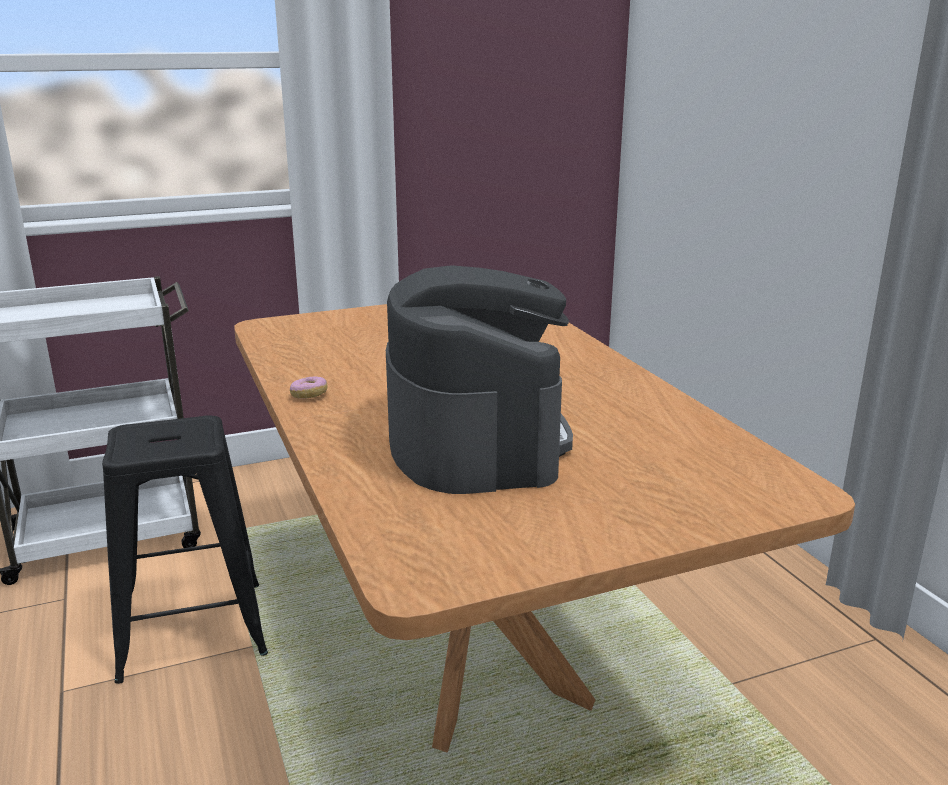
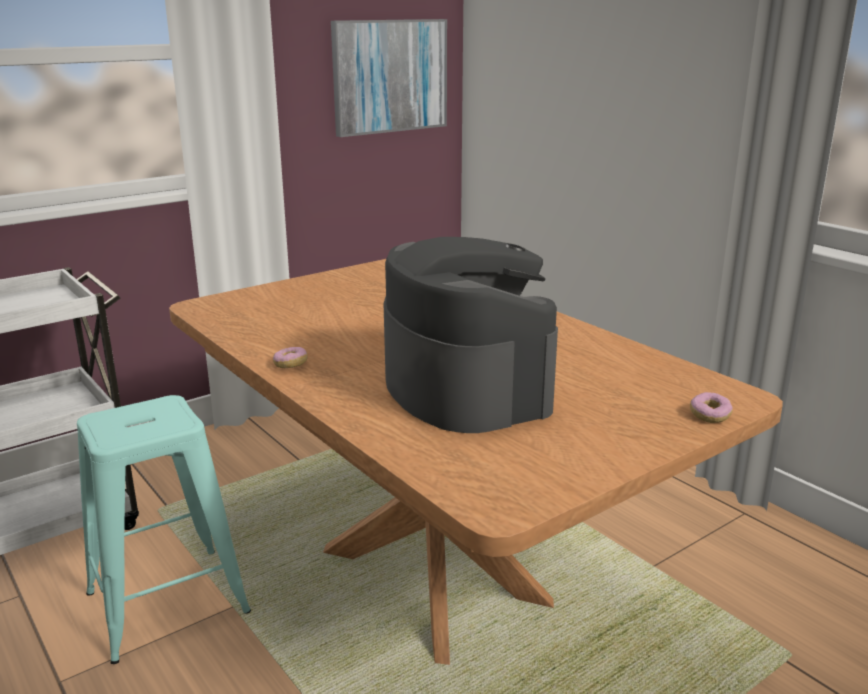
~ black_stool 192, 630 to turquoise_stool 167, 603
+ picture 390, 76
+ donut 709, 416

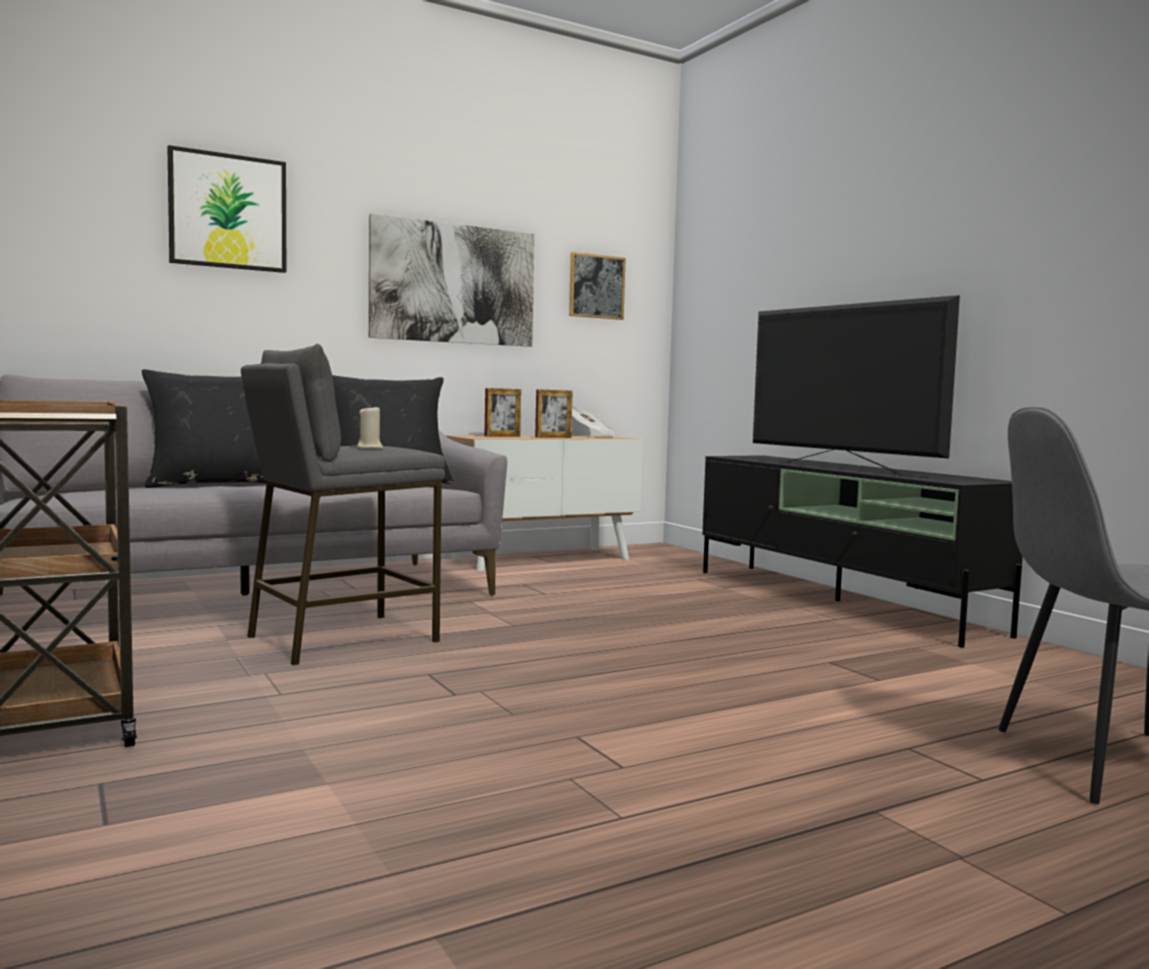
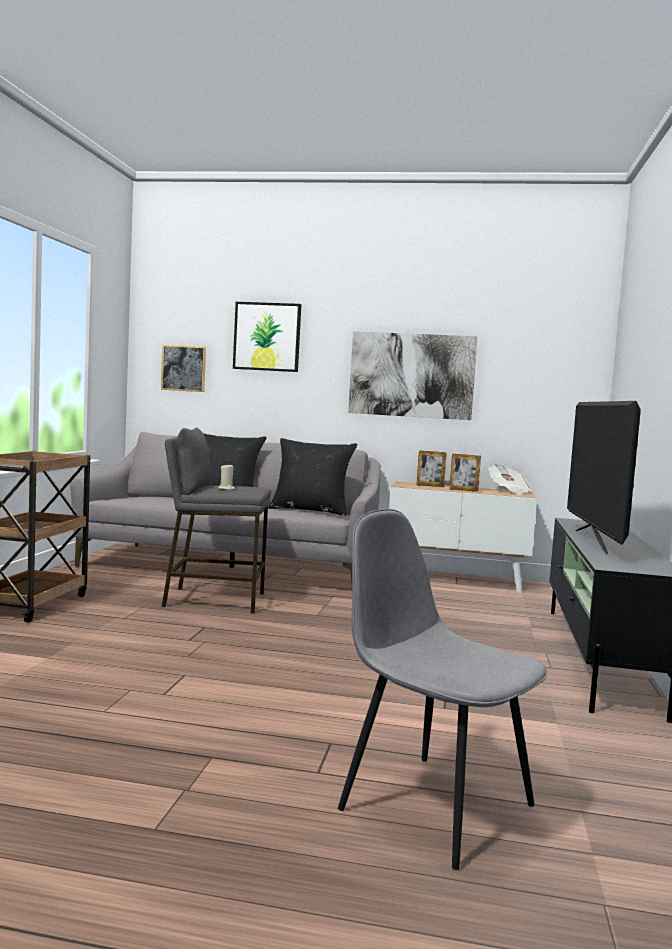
~ picture 596, 286 to 184, 368

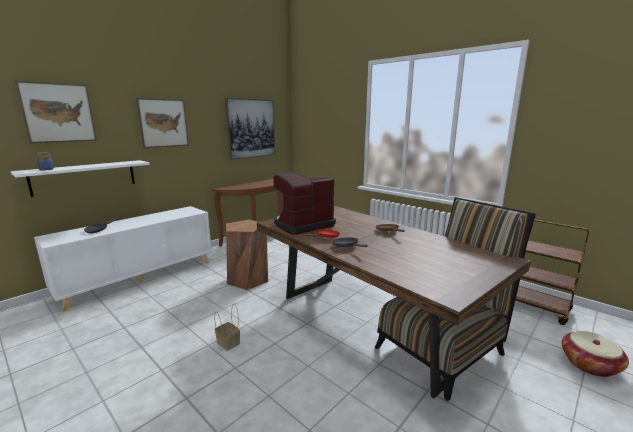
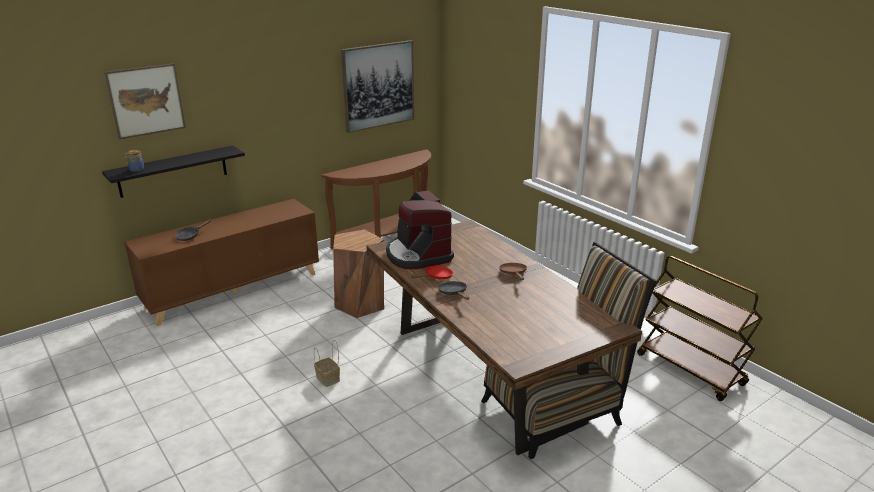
- picture 163, 123
~ white_shelf 85, 177 to black_shelf 173, 171
~ coffee_machine 302, 225 = 418, 254 90 degrees counterclockwise
~ white_cabinet 140, 278 to brown_cabinet 234, 290
- basket 589, 364

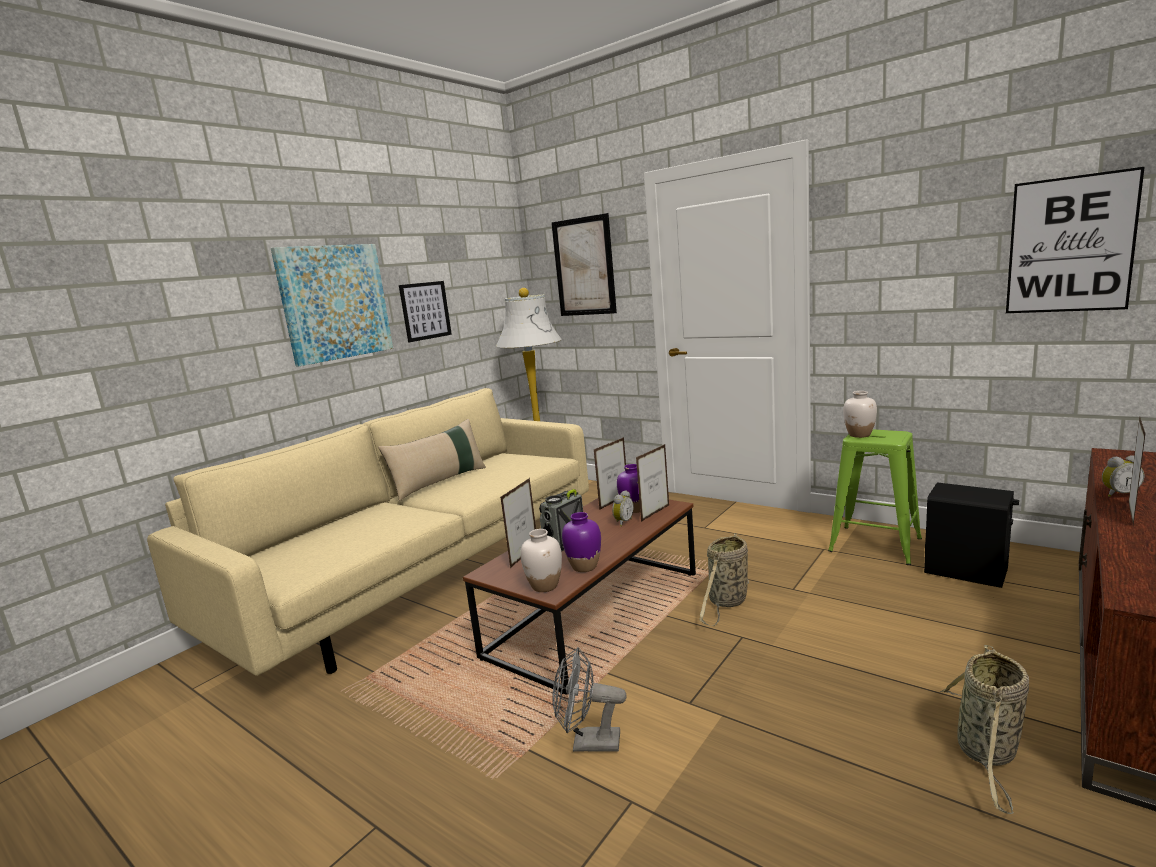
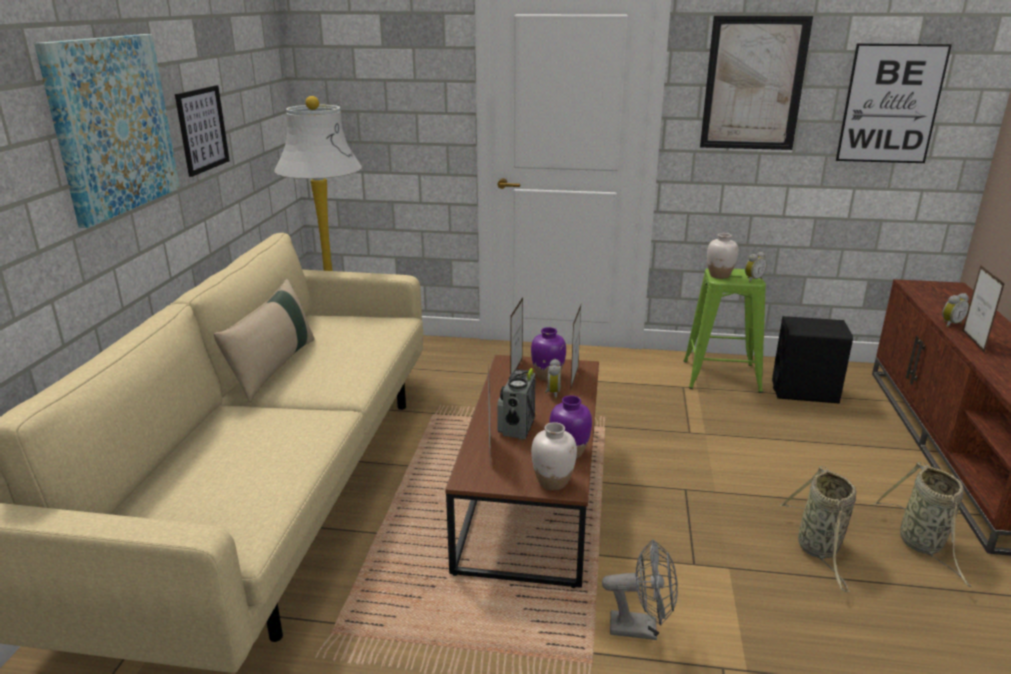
~ picture 584, 267 to 753, 84
~ basket 727, 602 to 819, 549
~ grey_fan 588, 743 = 641, 628 150 degrees counterclockwise
+ alarm_clock 752, 279

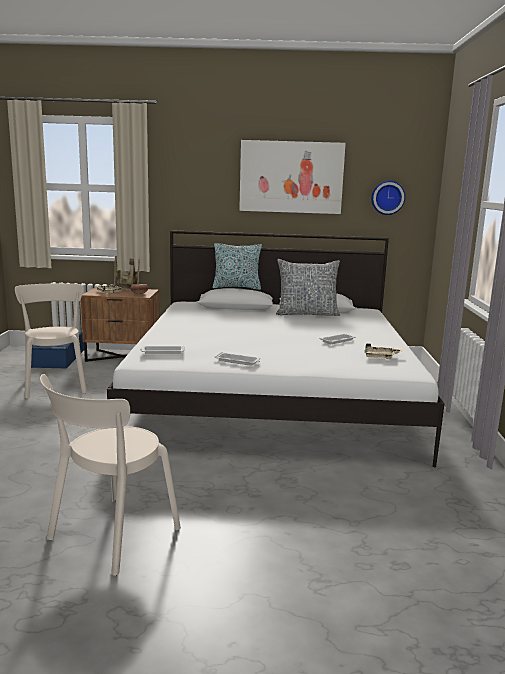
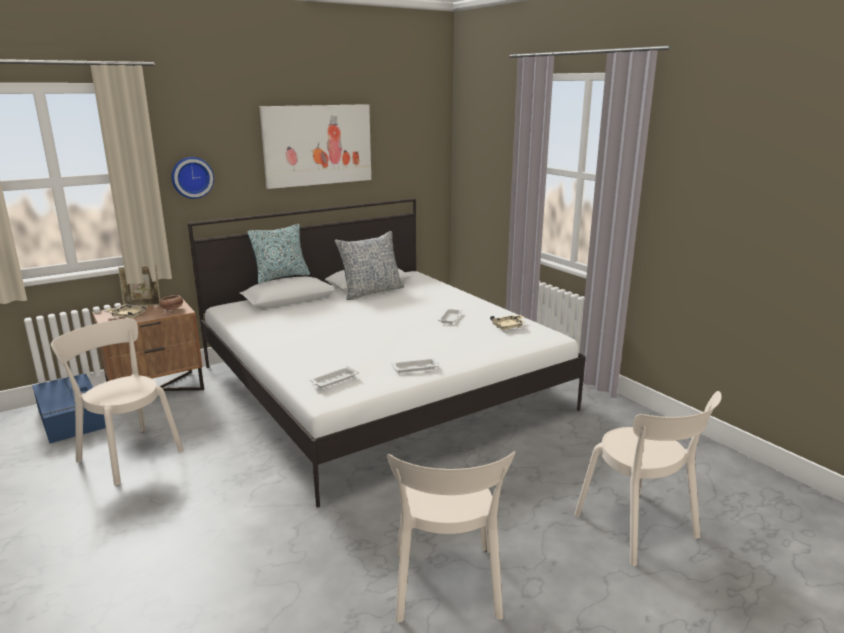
~ wall_clock 387, 197 to 192, 177
+ beige_chair 639, 529

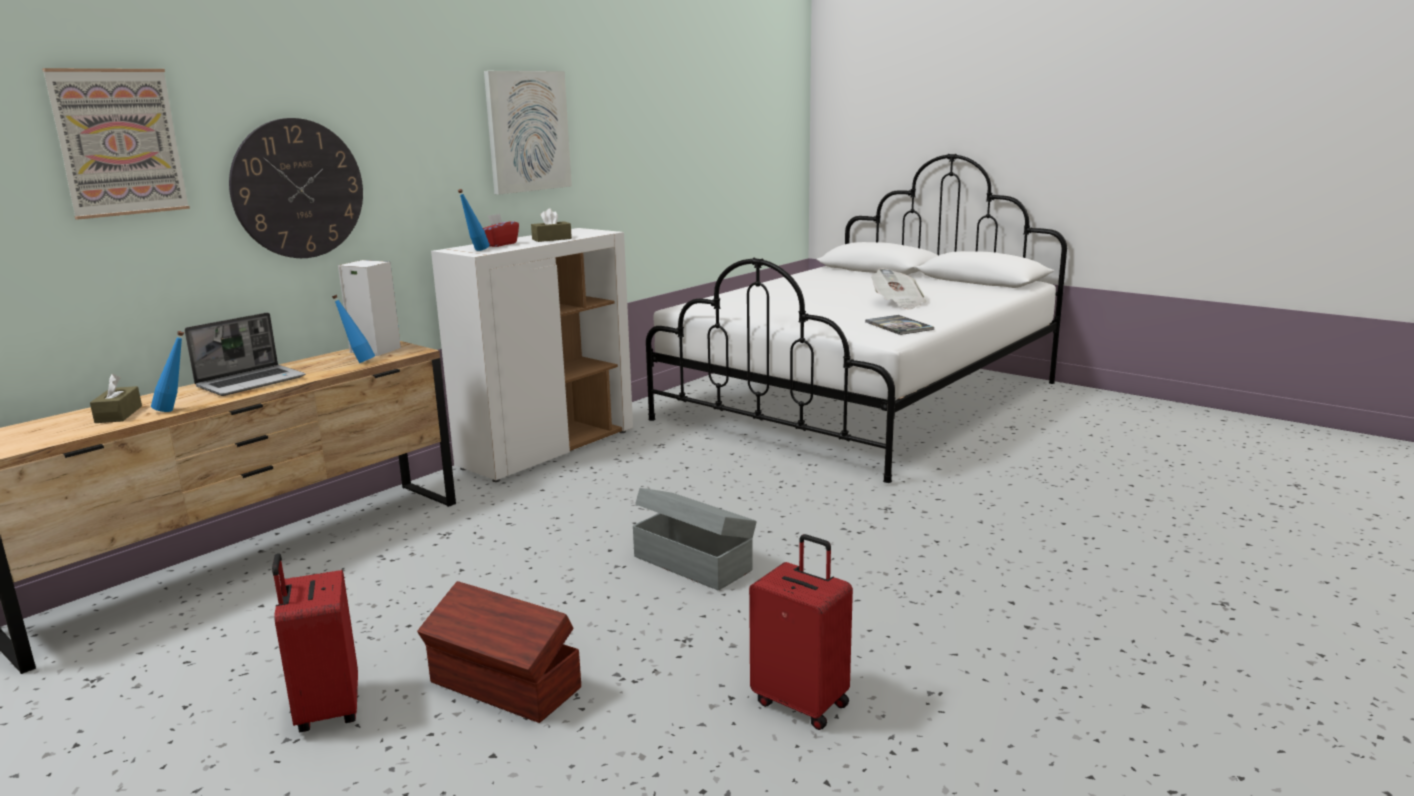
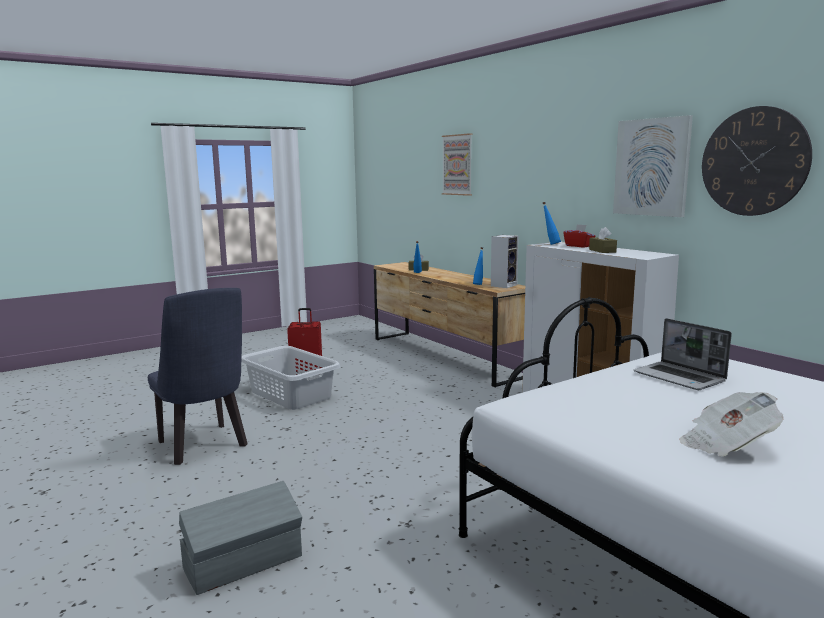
~ wall_clock 298, 189 to 754, 161
~ laptop 252, 382 to 680, 377
- book 899, 326
~ grey_storage_box 692, 562 to 245, 563
~ red_suitcase 802, 702 to blue_chair 205, 446
~ brown_storage_box 504, 686 to grey_laundry_basket 290, 395

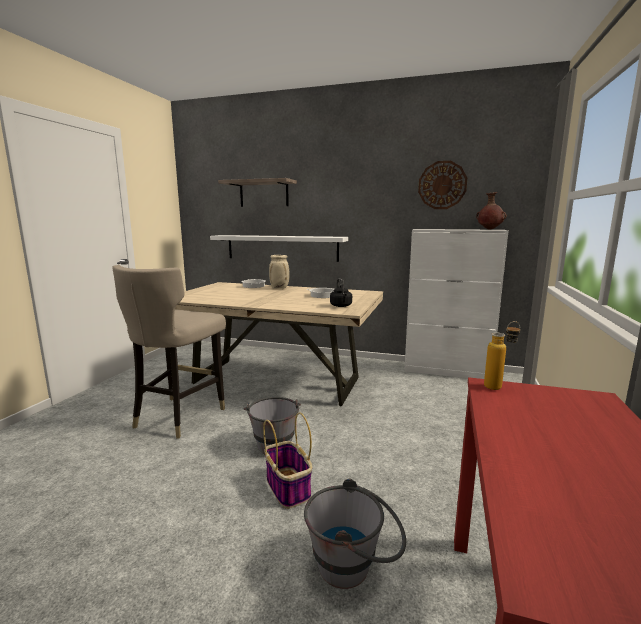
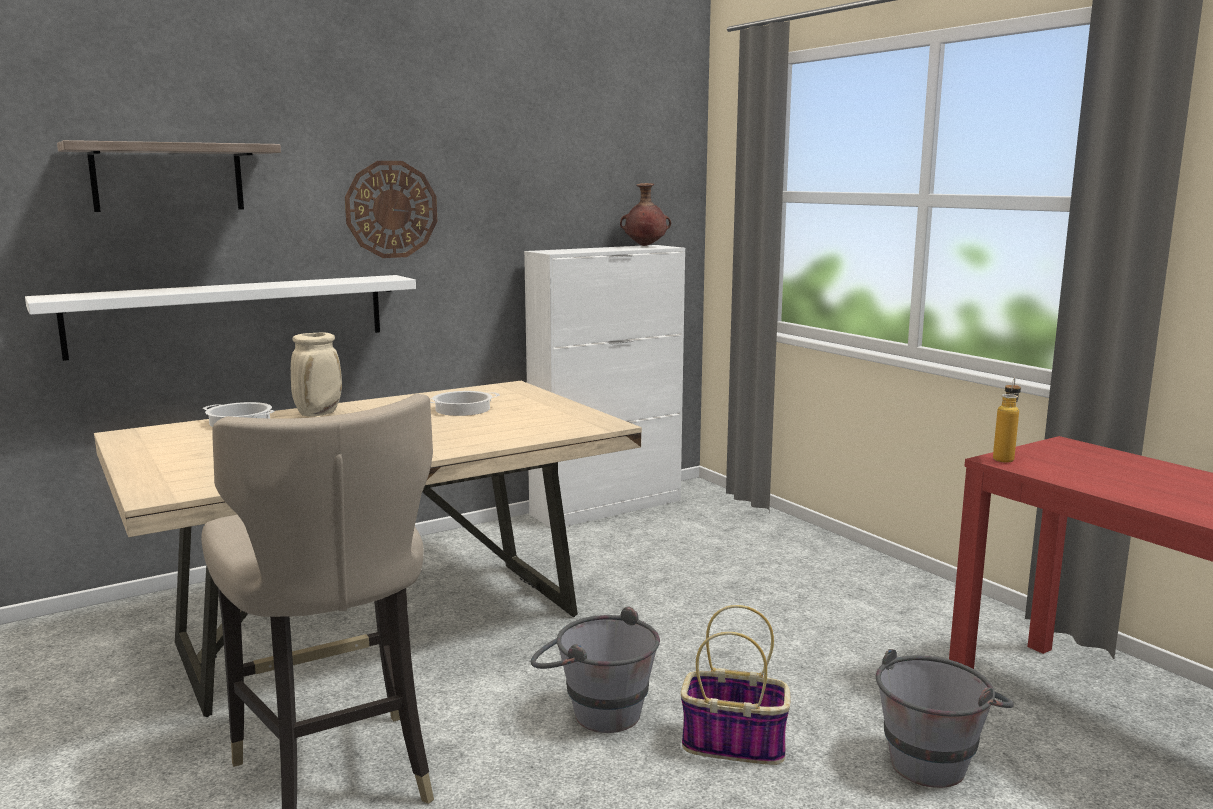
~ wall_clock 442, 185 to 391, 209
- black_kettle 341, 306

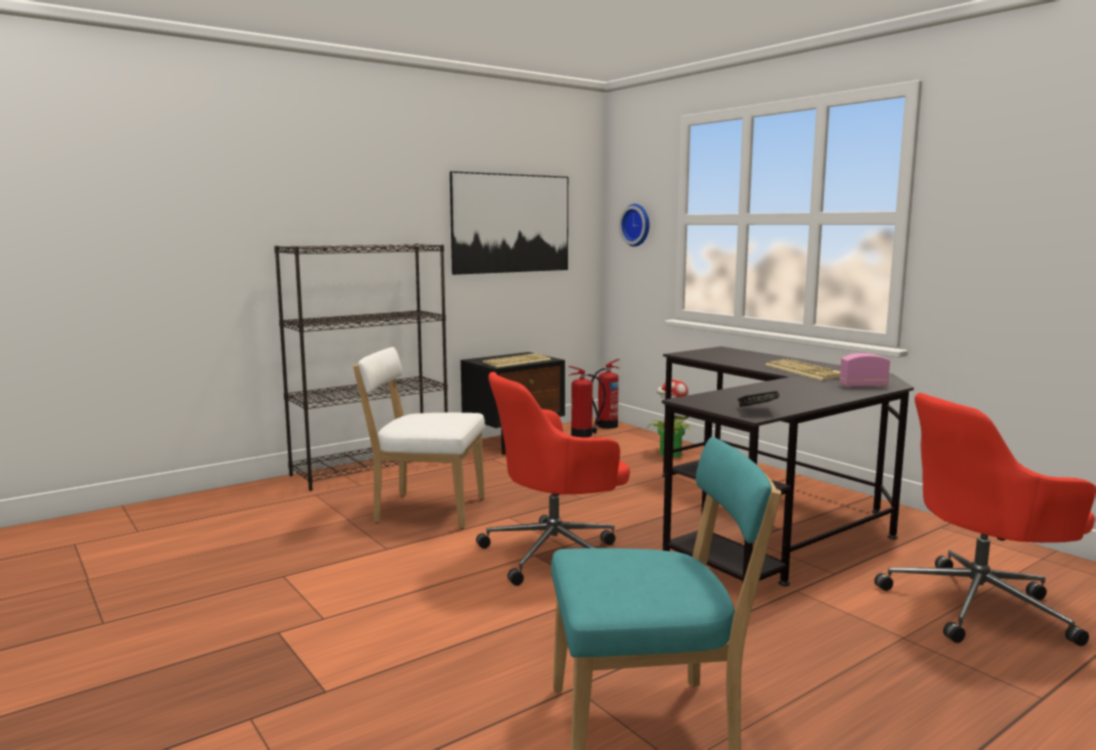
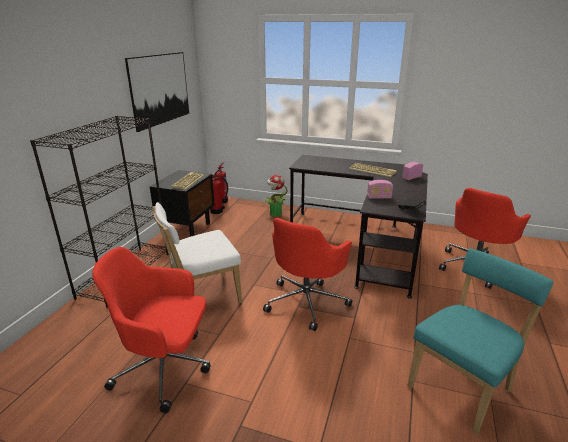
- wall_clock 637, 225
+ radio 379, 197
+ red_office_chair 165, 368

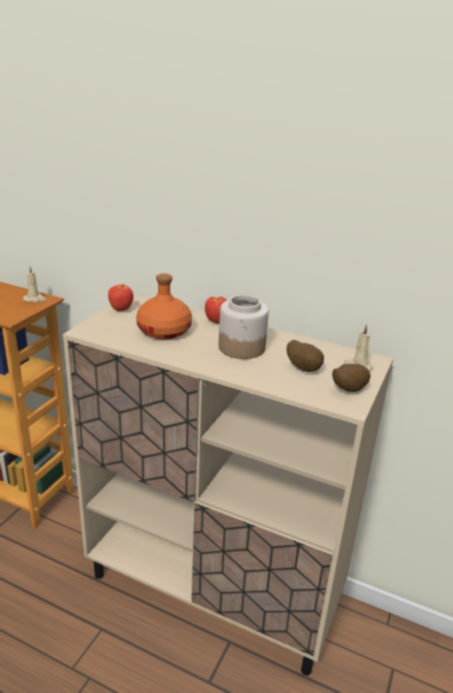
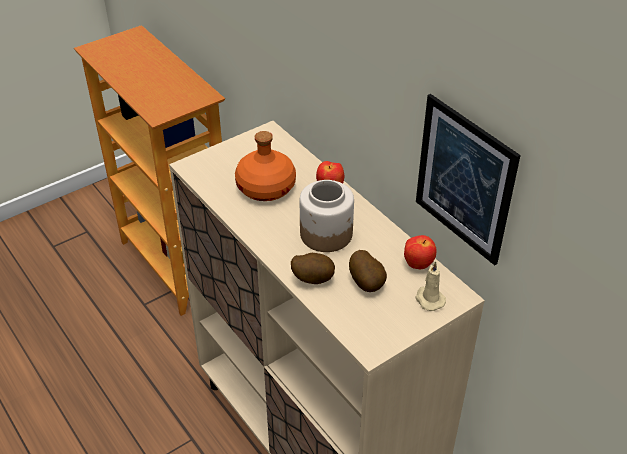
- beige_candle 35, 299
~ apple 121, 310 to 418, 264
~ potato 347, 390 to 312, 278
+ picture 464, 180

